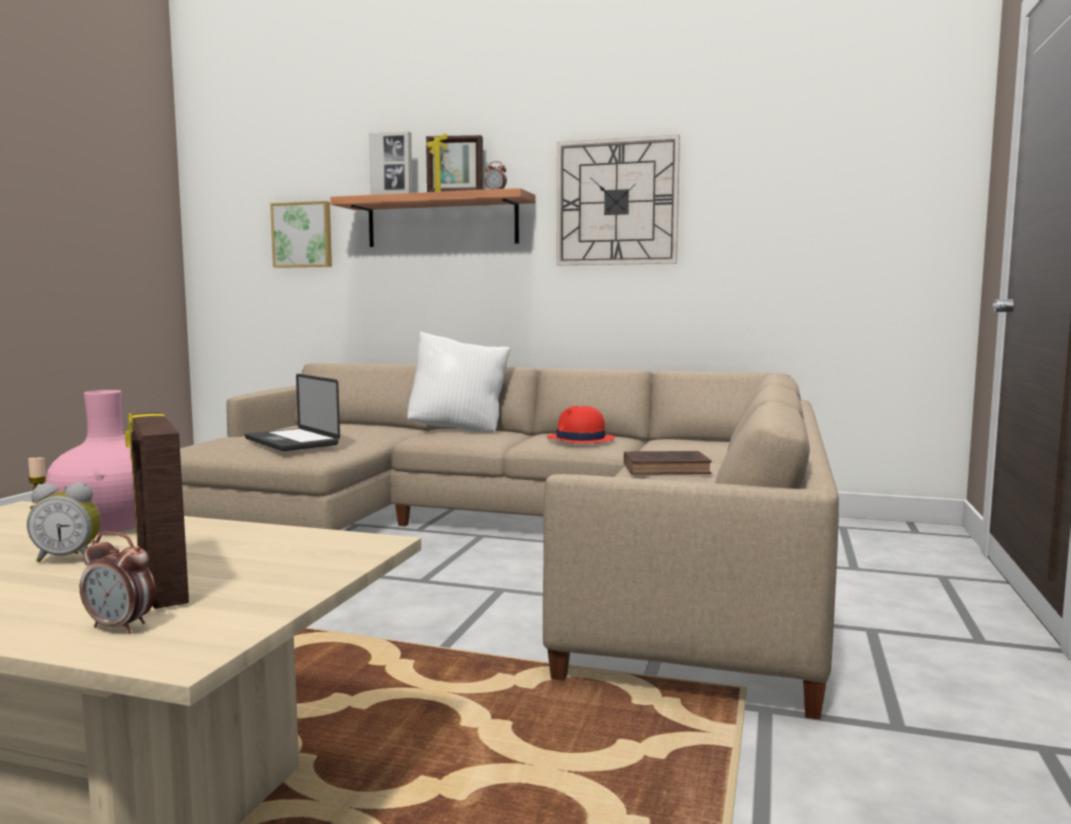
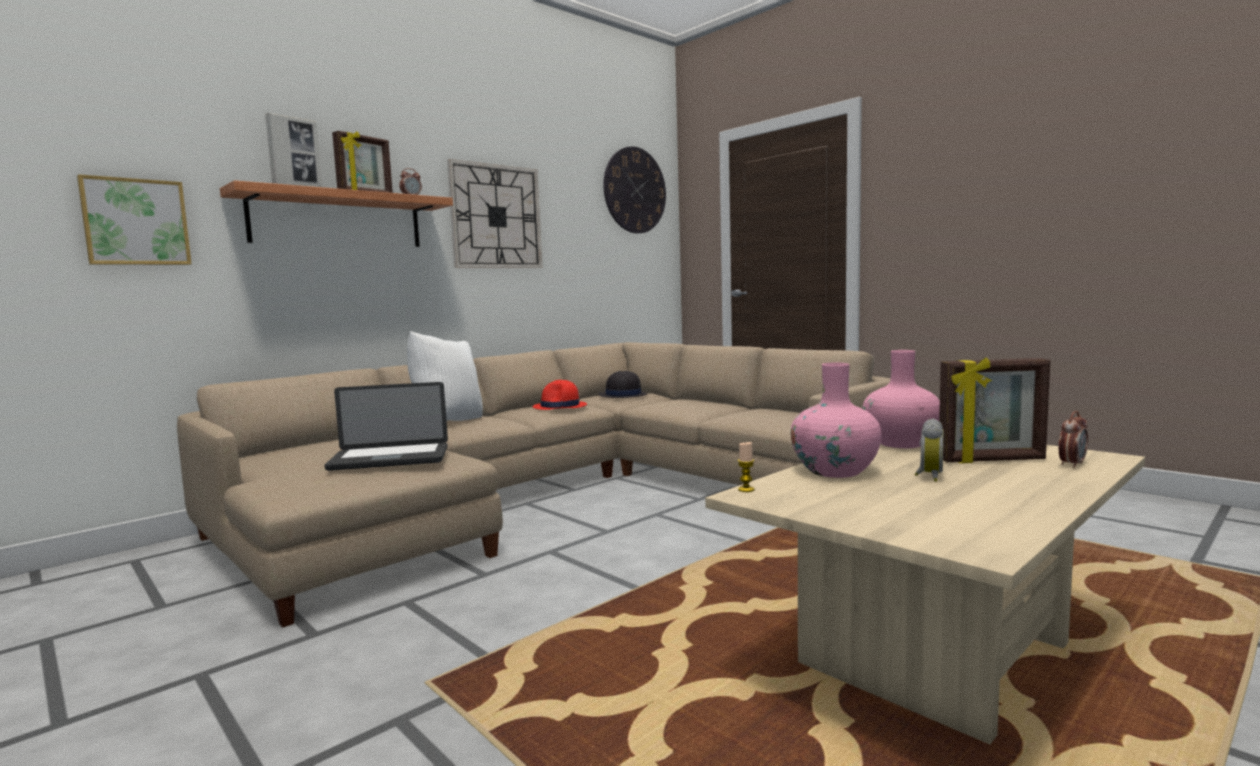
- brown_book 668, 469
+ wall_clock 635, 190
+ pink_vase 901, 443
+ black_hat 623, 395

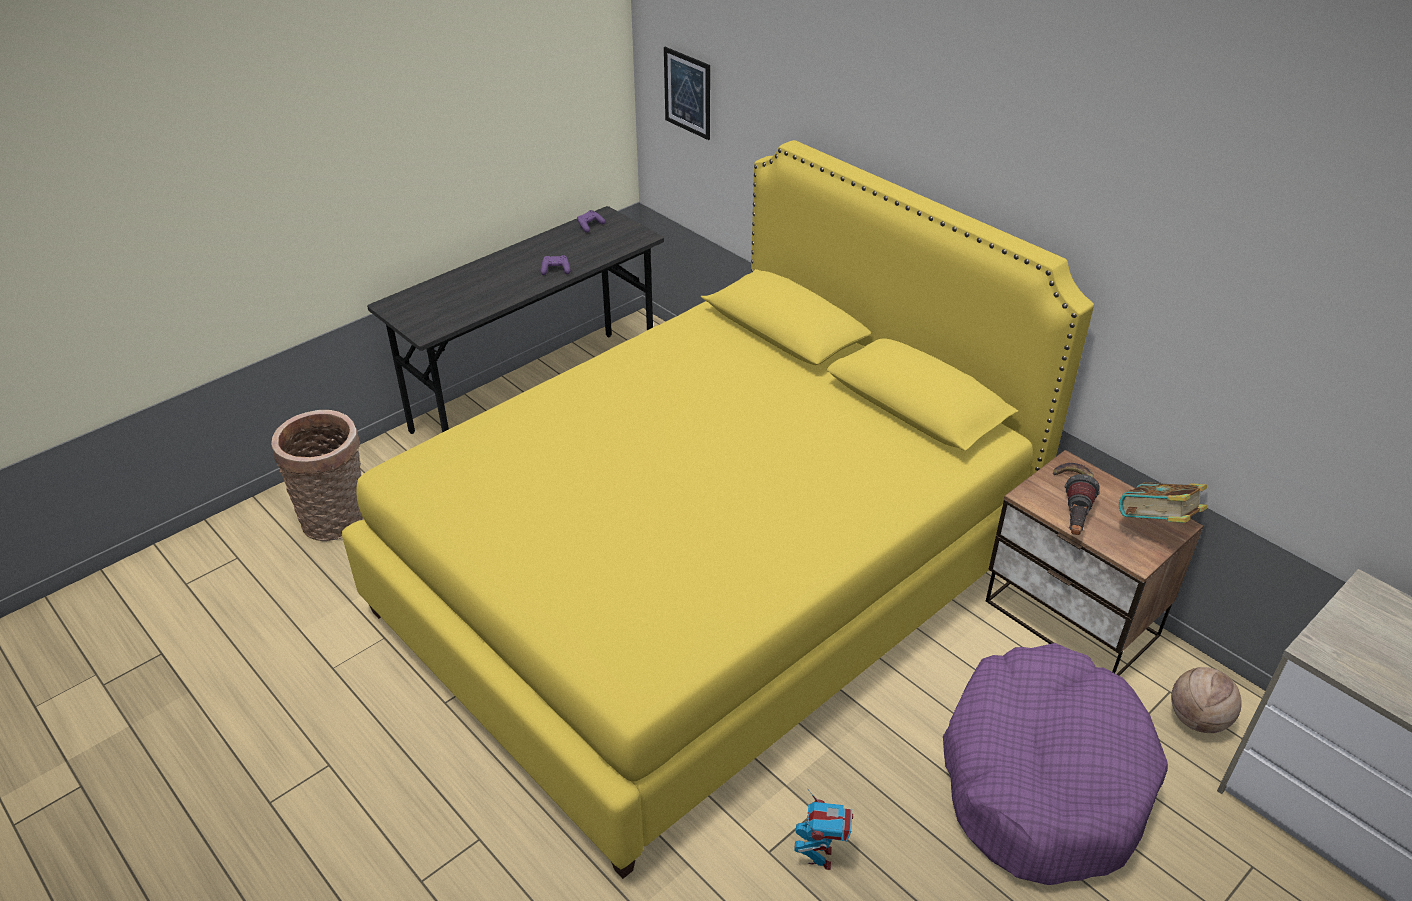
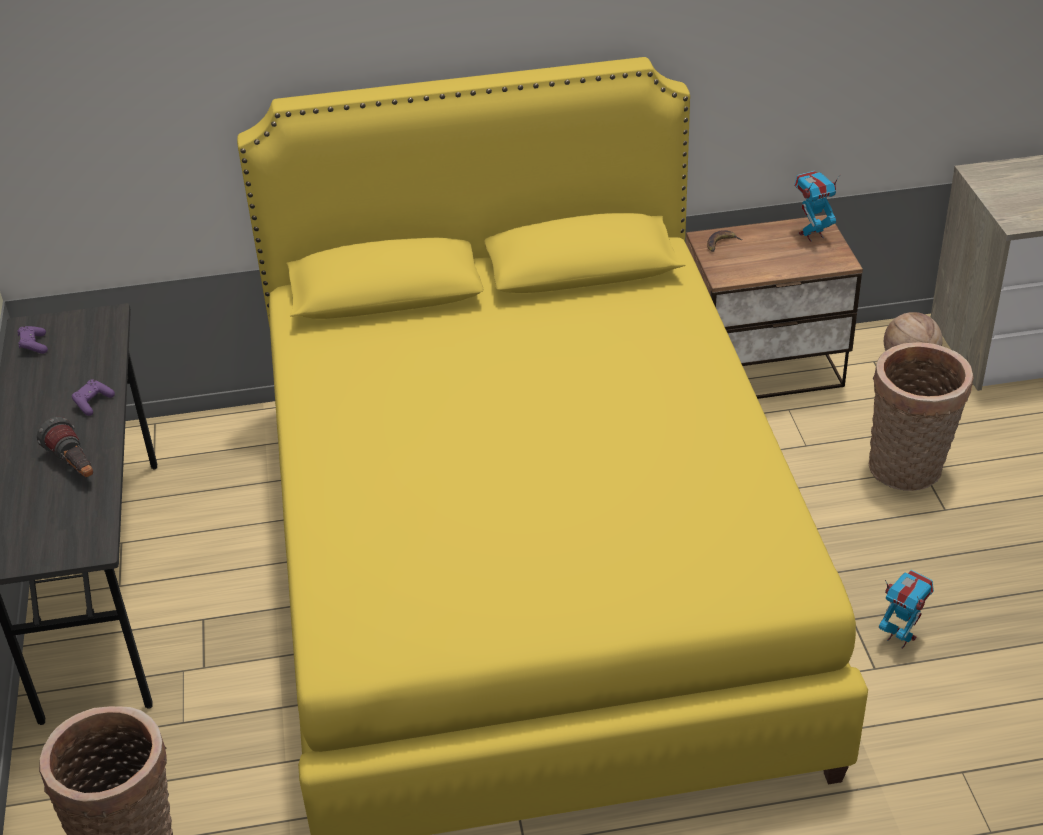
- picture 687, 93
~ flashlight 1075, 520 to 74, 466
~ book 1155, 526 to toy_robot 812, 235
~ purple_dog_bed 1043, 778 to basket 908, 471

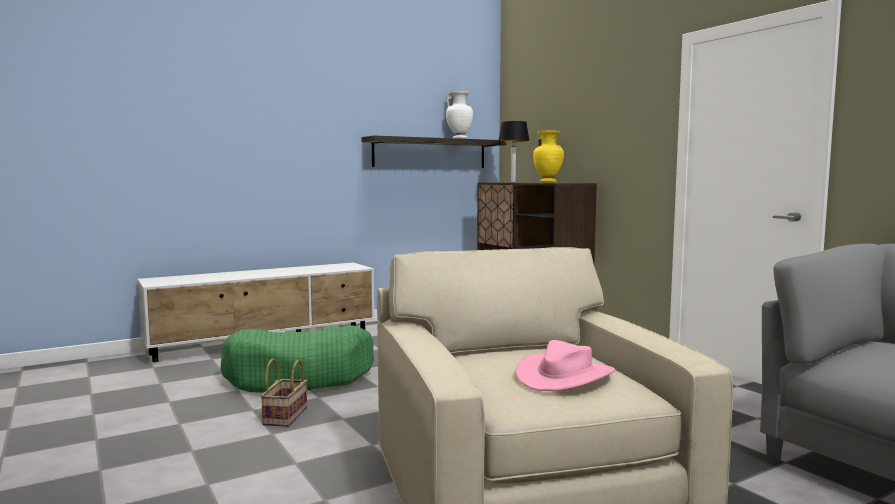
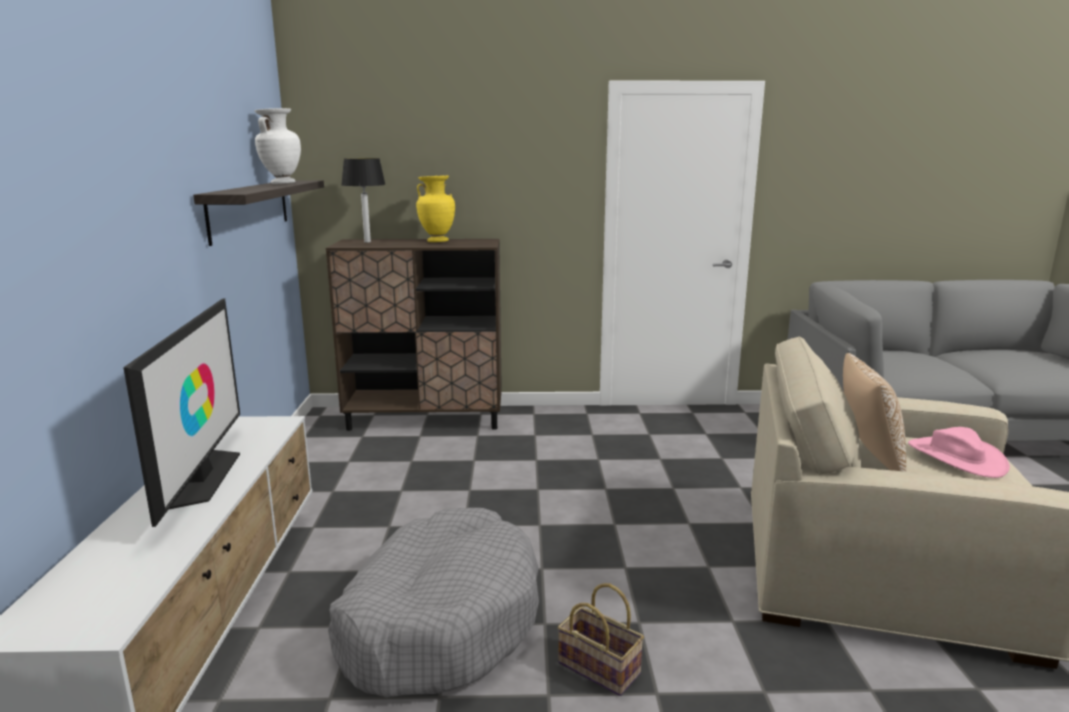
~ green_dog_bed 300, 377 to grey_dog_bed 439, 620
+ television 202, 477
+ pillow 866, 459

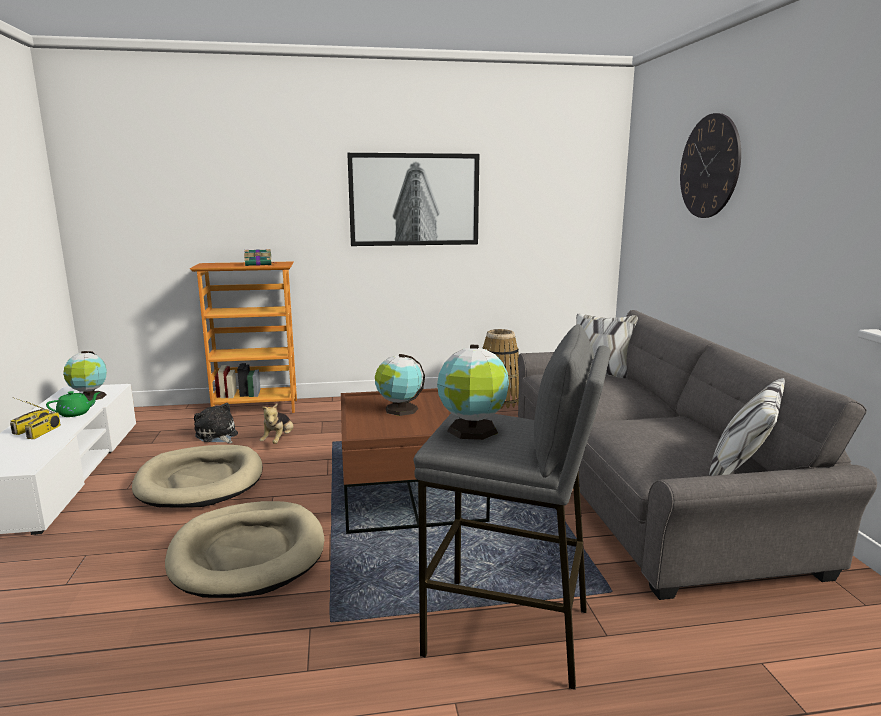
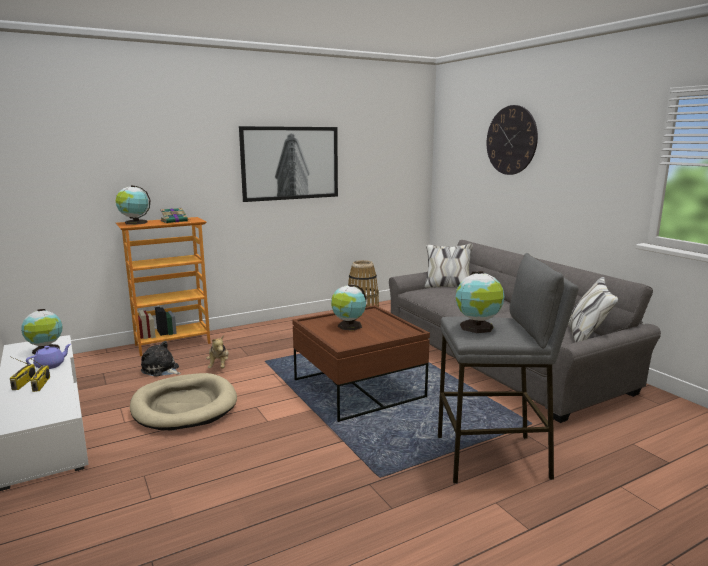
~ green_teapot 75, 413 to purple_teapot 50, 365
- beige_dog_bed 248, 553
+ globe 134, 223

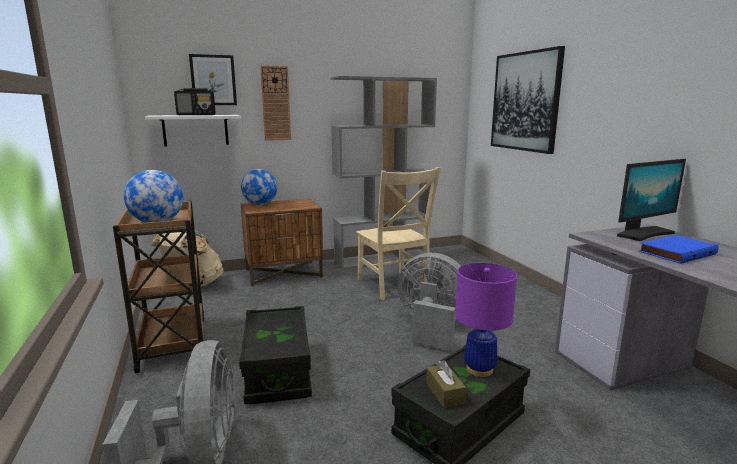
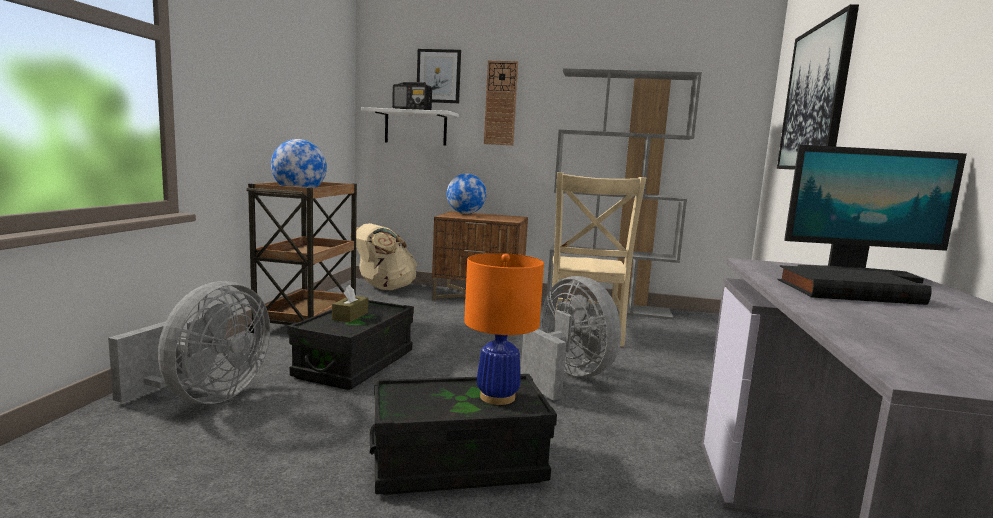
~ blue_book 675, 252 to black_book 847, 291
~ purple_table_lamp 479, 369 to orange_table_lamp 497, 397
~ brown_tissue_box 444, 393 to 350, 316

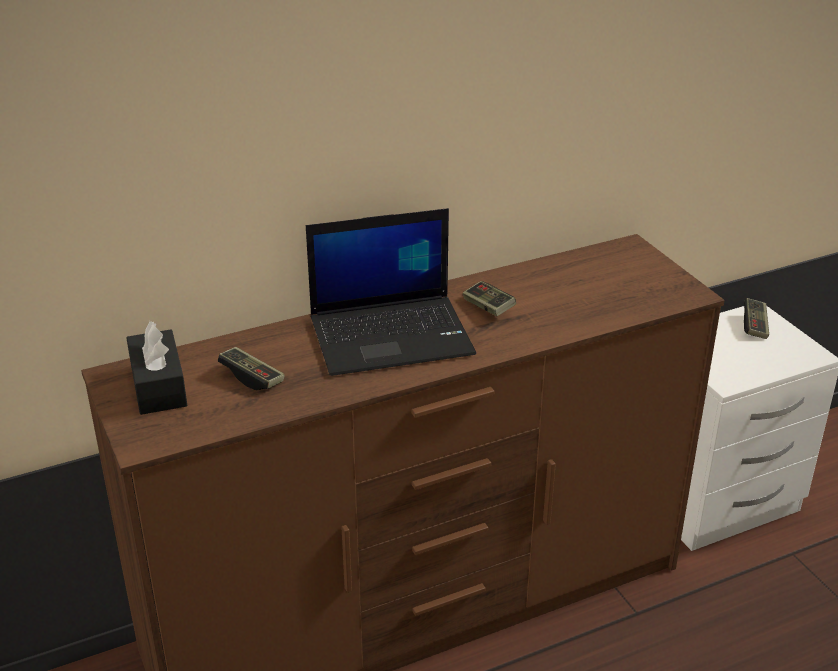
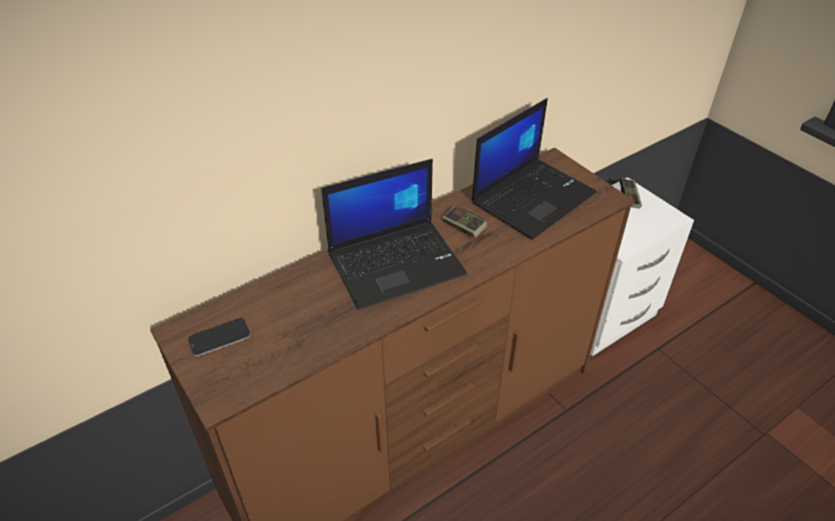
~ black_tissue_box 158, 386 to phone 219, 338
- game_controller 252, 377
+ laptop 533, 197

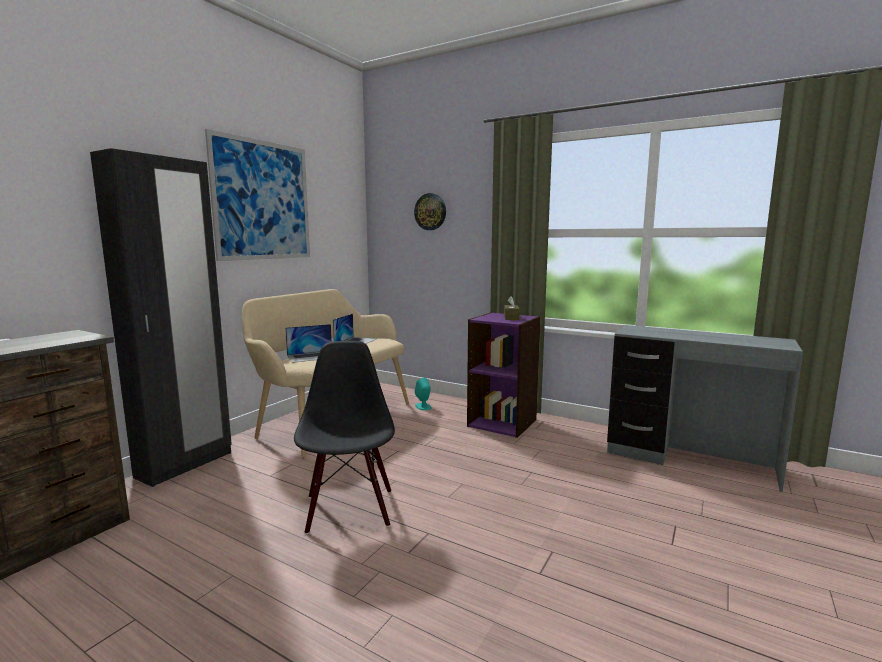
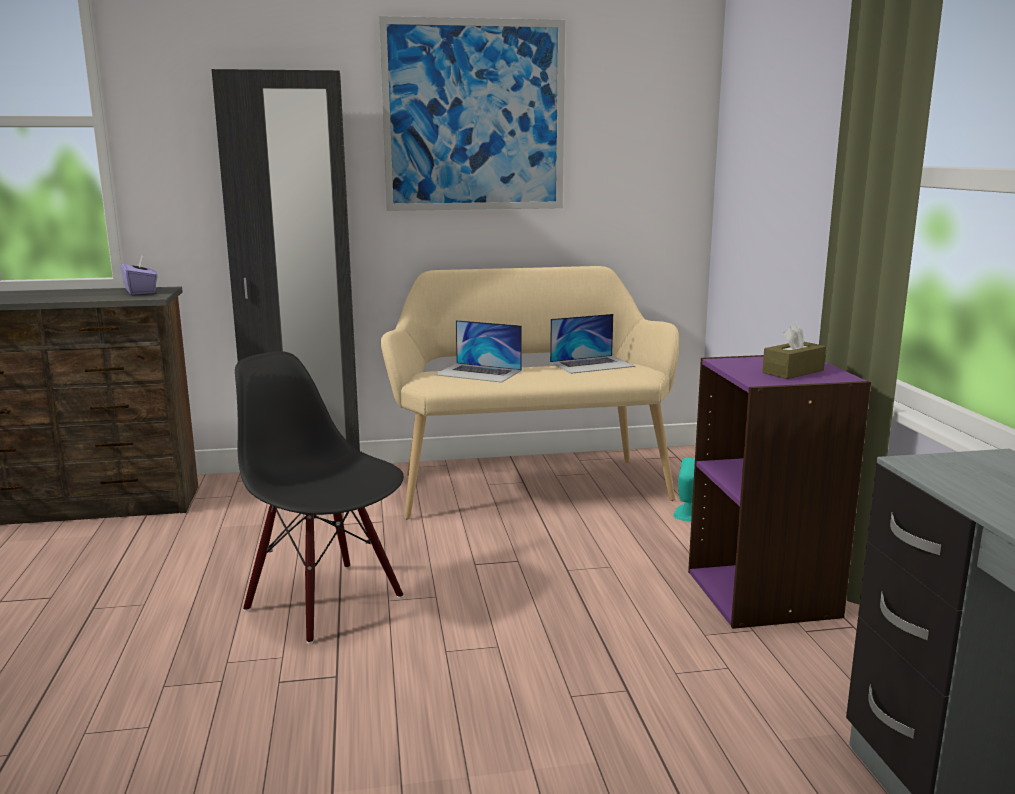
- wall_clock 430, 212
~ black_chair 349, 510 = 326, 602 90 degrees counterclockwise
+ purple_tissue_box 141, 291

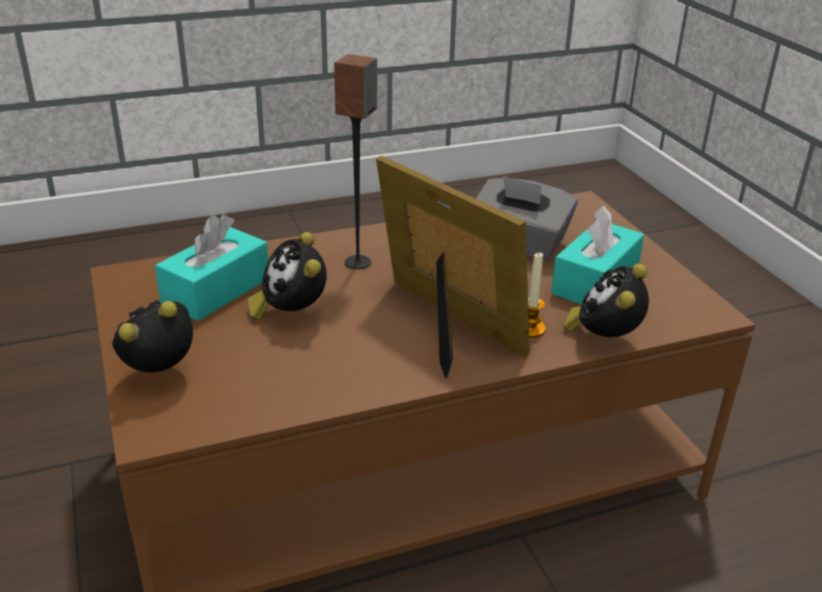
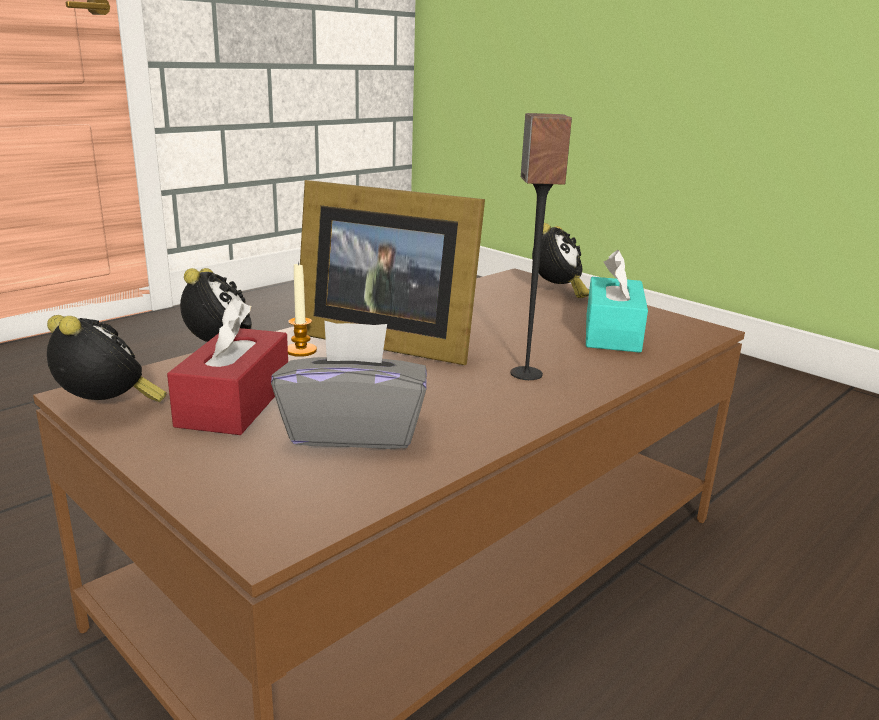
~ turquoise_tissue_box 595, 281 to red_tissue_box 235, 403
~ alarm_clock 291, 313 to 108, 410

